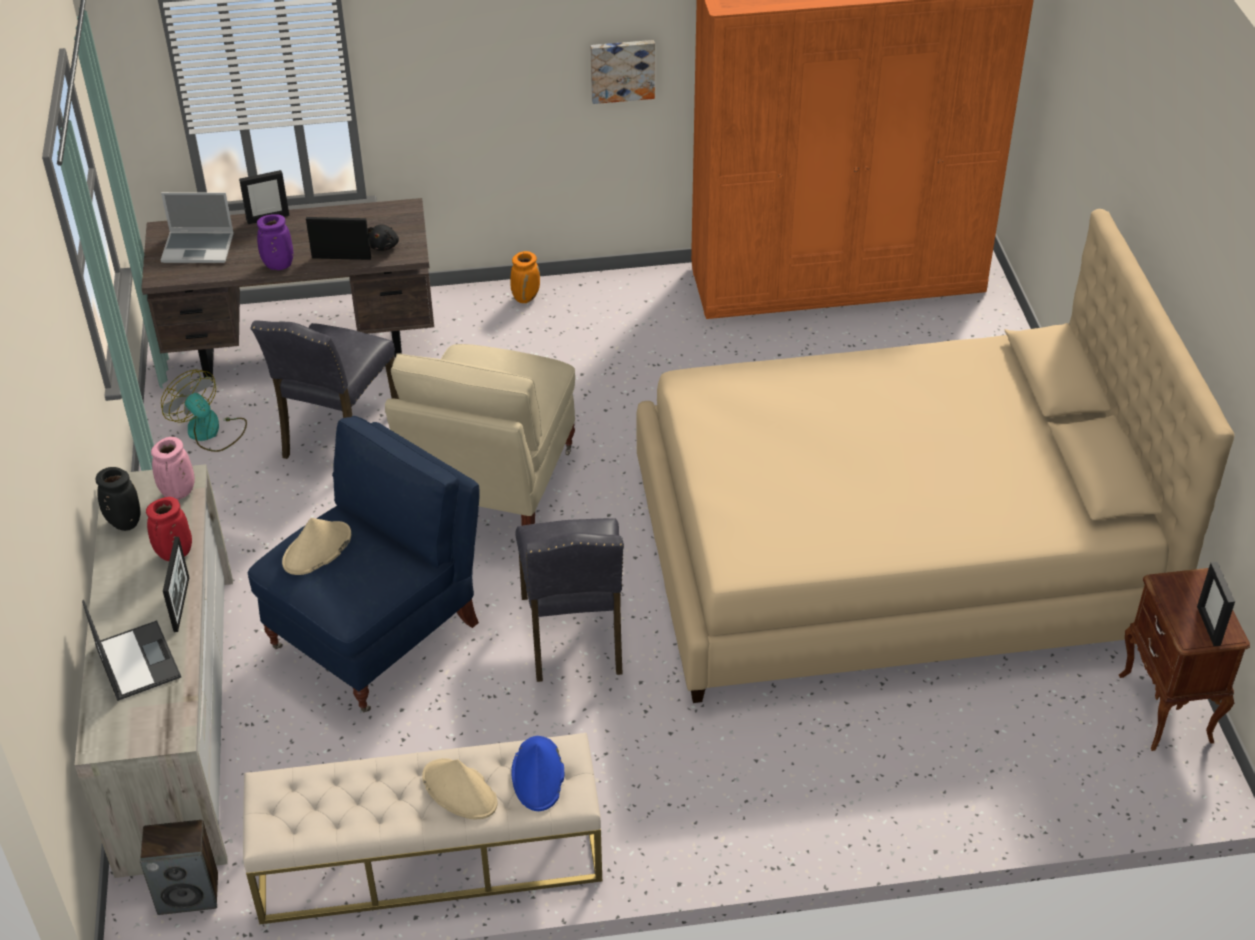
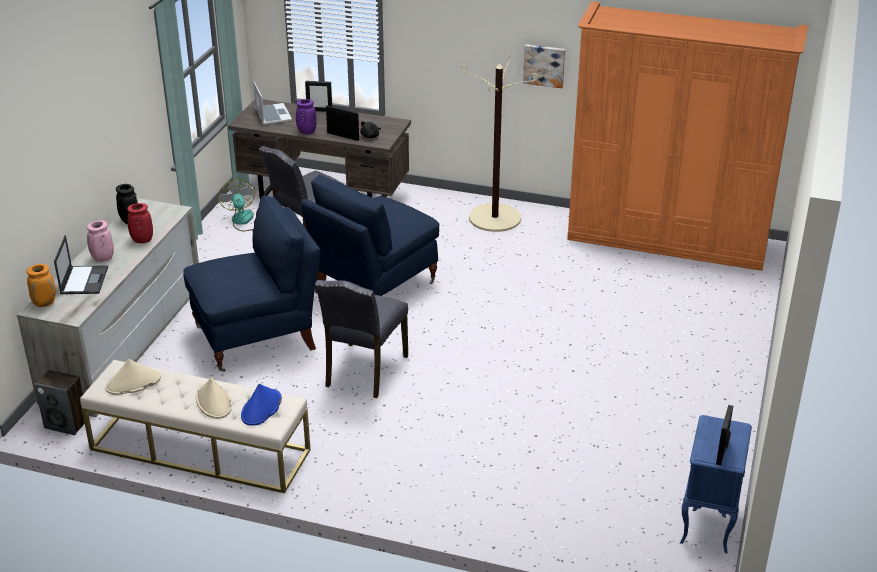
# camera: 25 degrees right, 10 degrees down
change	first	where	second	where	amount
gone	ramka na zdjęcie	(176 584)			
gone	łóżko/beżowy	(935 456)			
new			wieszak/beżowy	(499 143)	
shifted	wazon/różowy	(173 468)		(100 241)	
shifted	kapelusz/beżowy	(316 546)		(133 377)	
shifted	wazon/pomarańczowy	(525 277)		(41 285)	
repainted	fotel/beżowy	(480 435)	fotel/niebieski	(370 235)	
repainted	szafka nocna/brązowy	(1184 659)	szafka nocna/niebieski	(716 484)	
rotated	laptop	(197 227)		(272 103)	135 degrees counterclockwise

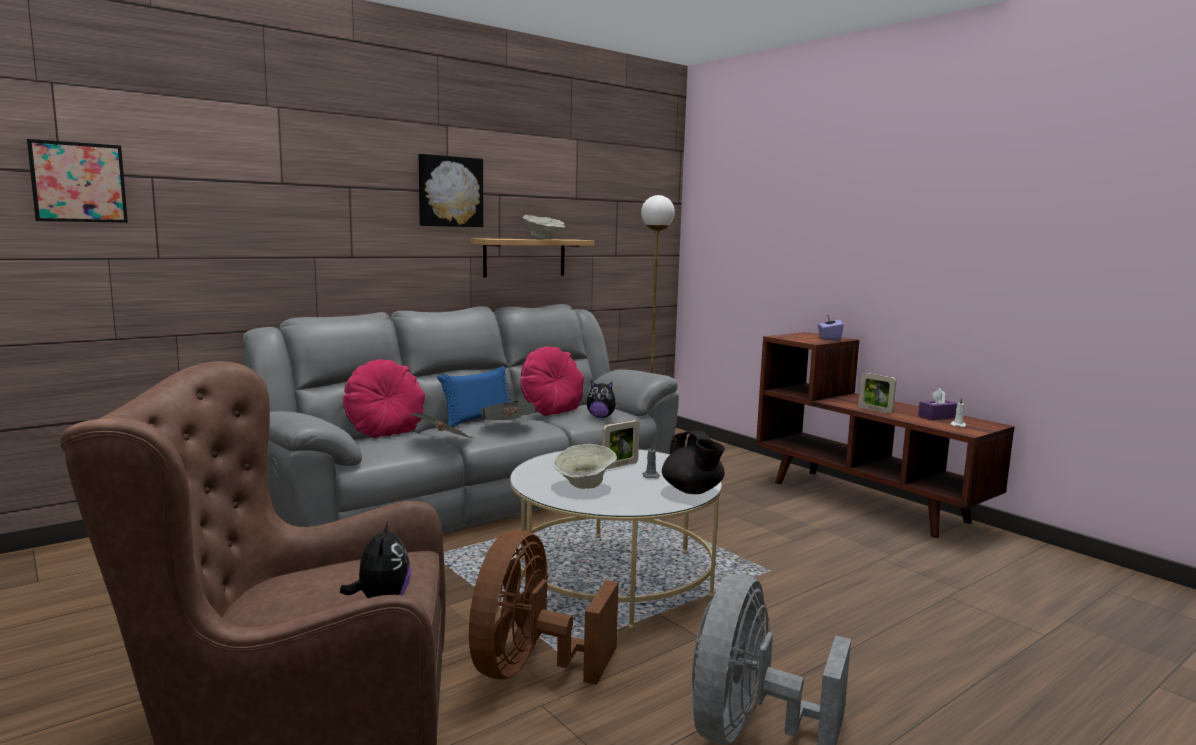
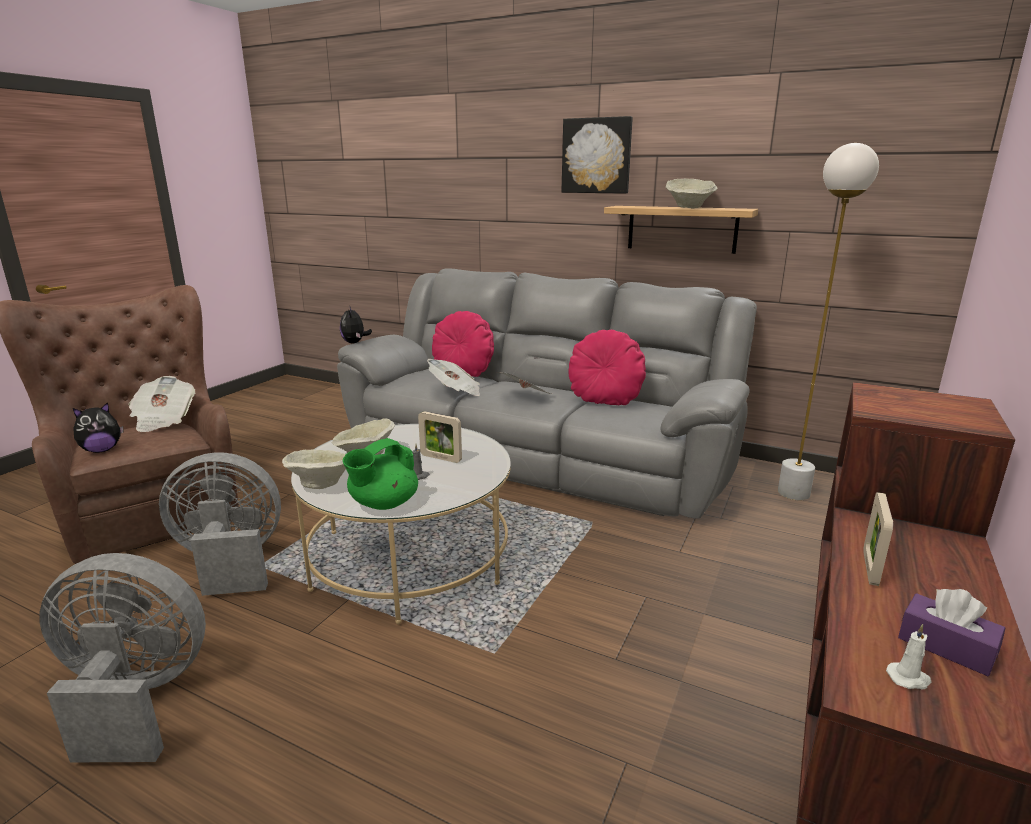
# camera: 65 degrees right, 10 degrees up
change	first	where	second	where	amount
gone	obraz	(77 181)			
gone	poduszka/niebieski	(474 396)			
gone	pudełko chusteczek/fioletowy	(831 327)			
new			gazeta	(162 404)	
new			miska/beżowy	(314 469)	
shifted	pluszak	(603 399)		(356 325)	
repainted	wentylator/brązowy	(544 607)	wentylator/szary	(220 524)	
repainted	imbryk/czarny	(693 462)	imbryk/zielony	(380 474)	

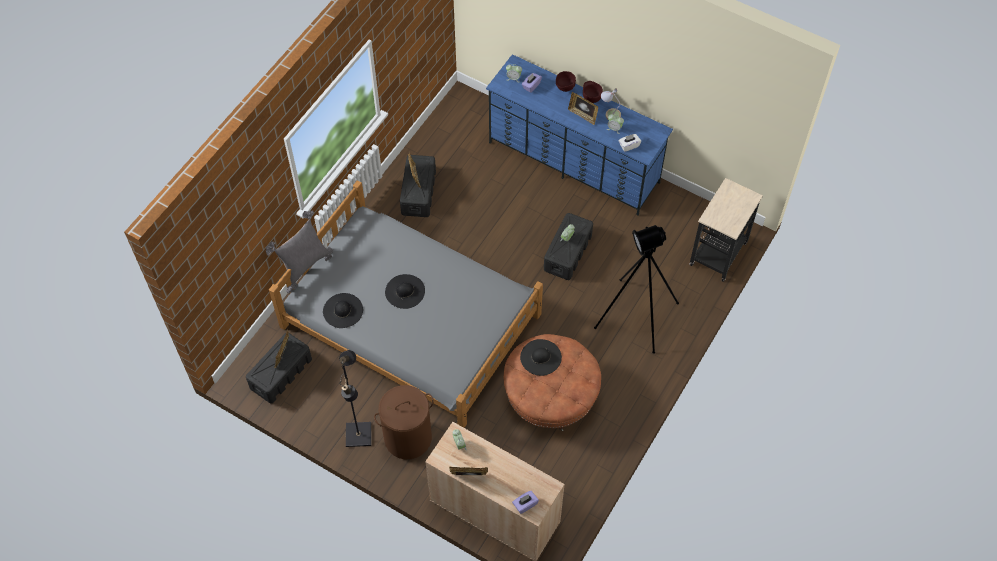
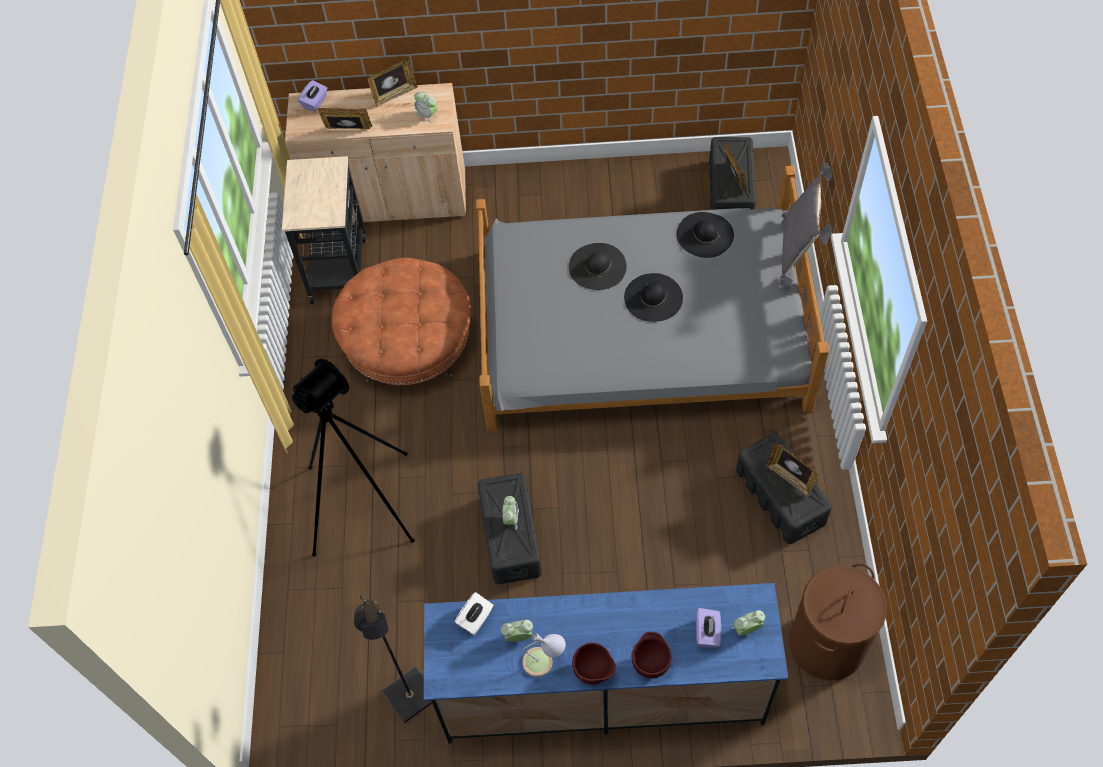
# camera: 150 degrees right, 0 degrees up
change	first	where	second	where	amount
shifted	lampa stojąca/czarny	(355 398)		(393 659)	
shifted	kosz na pranie/brązowy	(403 422)		(838 621)	
shifted	kapelusz/czarny	(541 357)		(598 266)	
shifted	ramka na zdjęcie	(583 108)		(345 118)	
shifted	wózek	(726 230)		(324 230)	

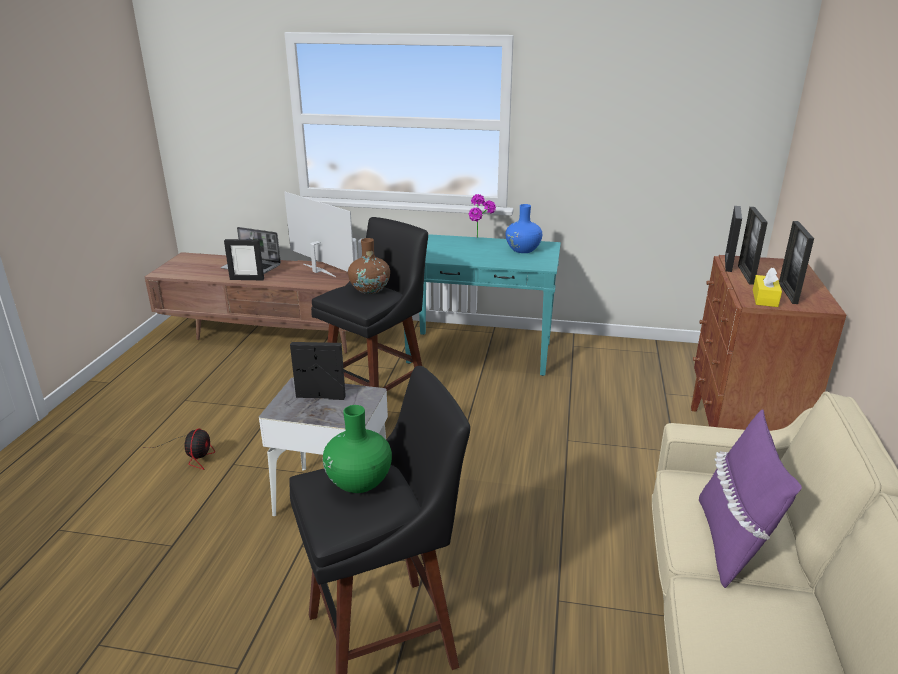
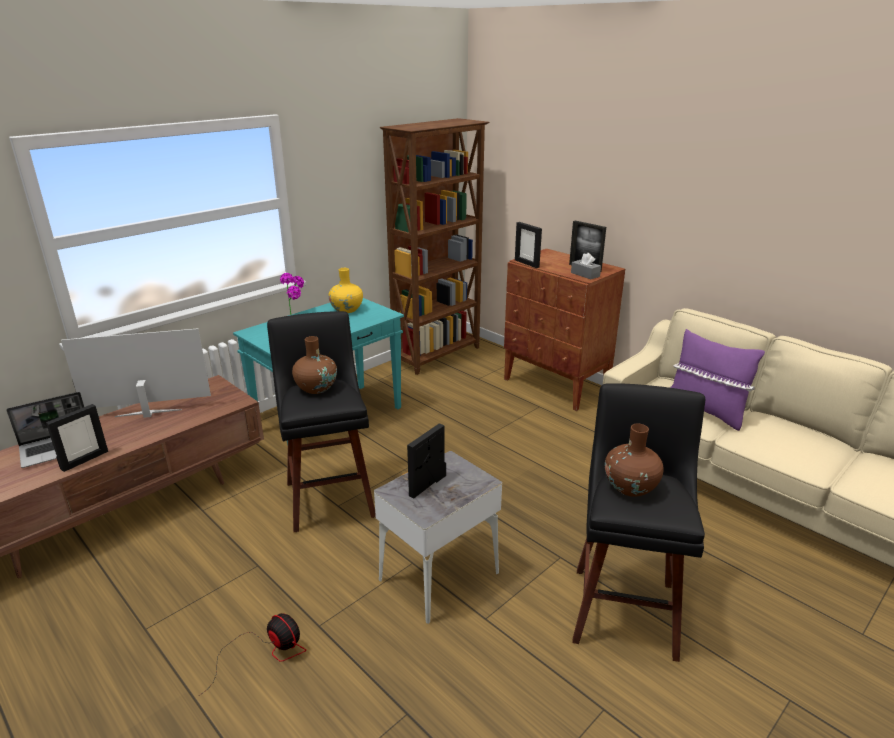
# camera: 55 degrees left, 0 degrees up
change	first	where	second	where	amount
gone	ramka na zdjęcie	(753 246)			
new			regał/brązowy	(434 246)	
repainted	wazon/zielony	(357 449)	wazon/brązowy	(634 460)	
repainted	wazon/niebieski	(523 228)	wazon/żółty	(345 290)	
repainted	pudełko chusteczek/żółty	(767 287)	pudełko chusteczek/szary	(586 266)	

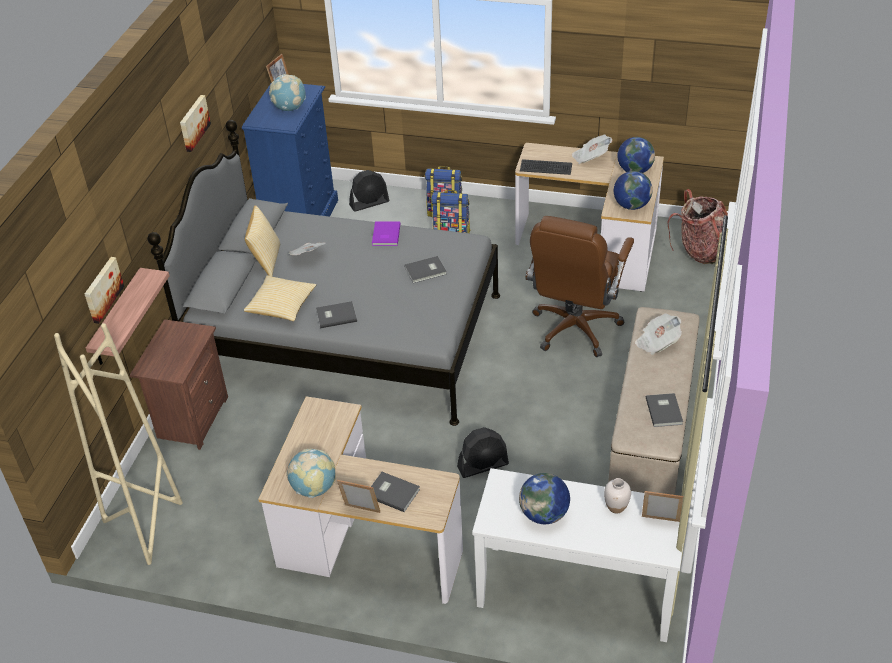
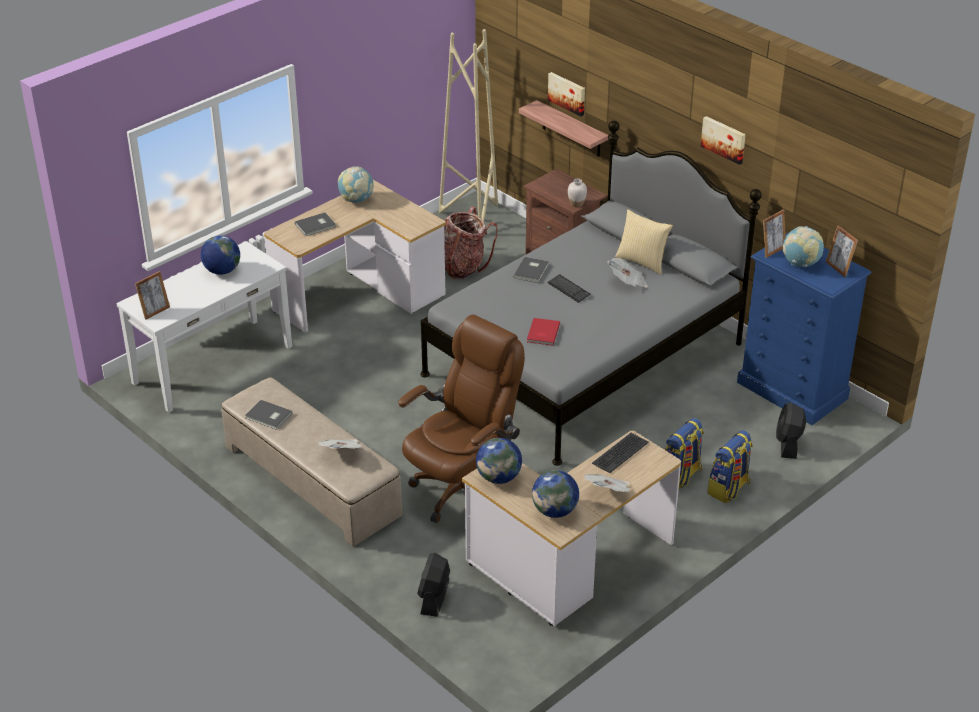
# camera: 120 degrees right, 5 degrees down
change	first	where	second	where	amount
gone	poduszka	(280 298)			
gone	książka/fioletowy	(386 233)			
new			klawiatura	(569 288)	
shifted	ramka na zdjęcie	(358 496)		(774 233)	
shifted	wentylator/czarny	(483 452)		(433 585)	
shifted	wazon/biały	(617 495)		(577 193)	
shifted	plecak	(697 226)		(471 242)	
repainted	książka/szary	(425 269)	książka/czerwony	(543 332)	
rotated	krzesło biurowe/brązowy	(579 286)		(461 418)	75 degrees clockwise

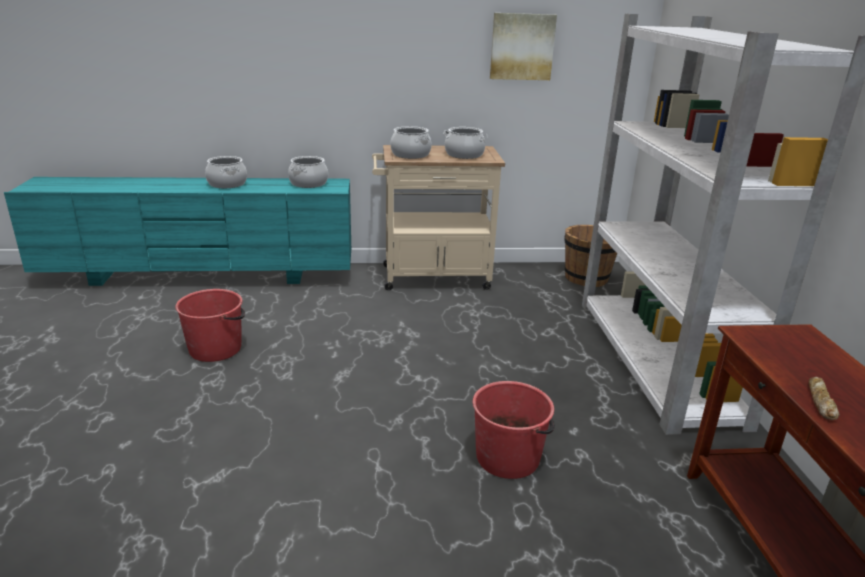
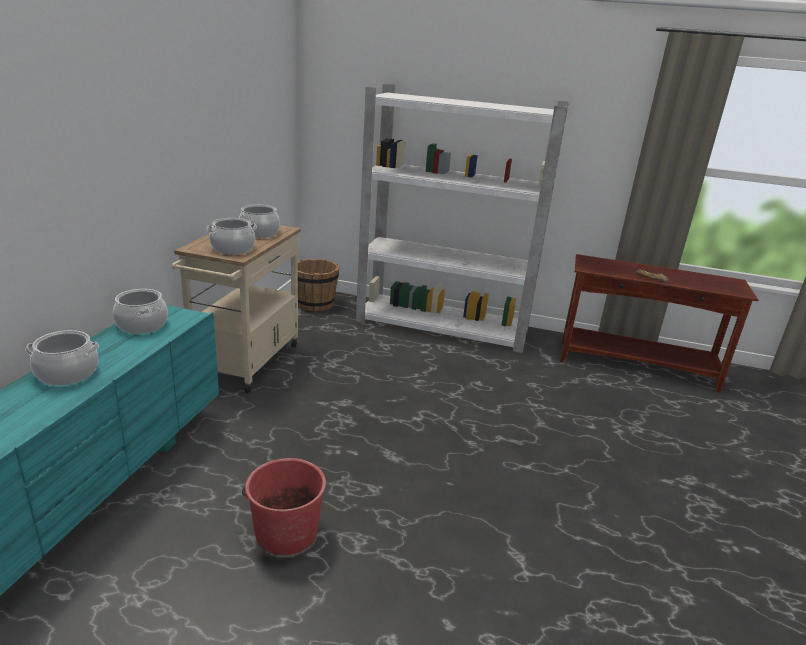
# camera: 70 degrees left, 0 degrees up
change	first	where	second	where	amount
gone	wiadro/czerwony	(513 430)			
gone	obraz	(523 46)			

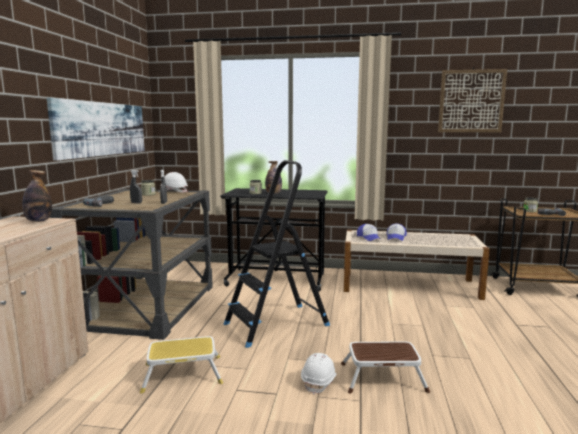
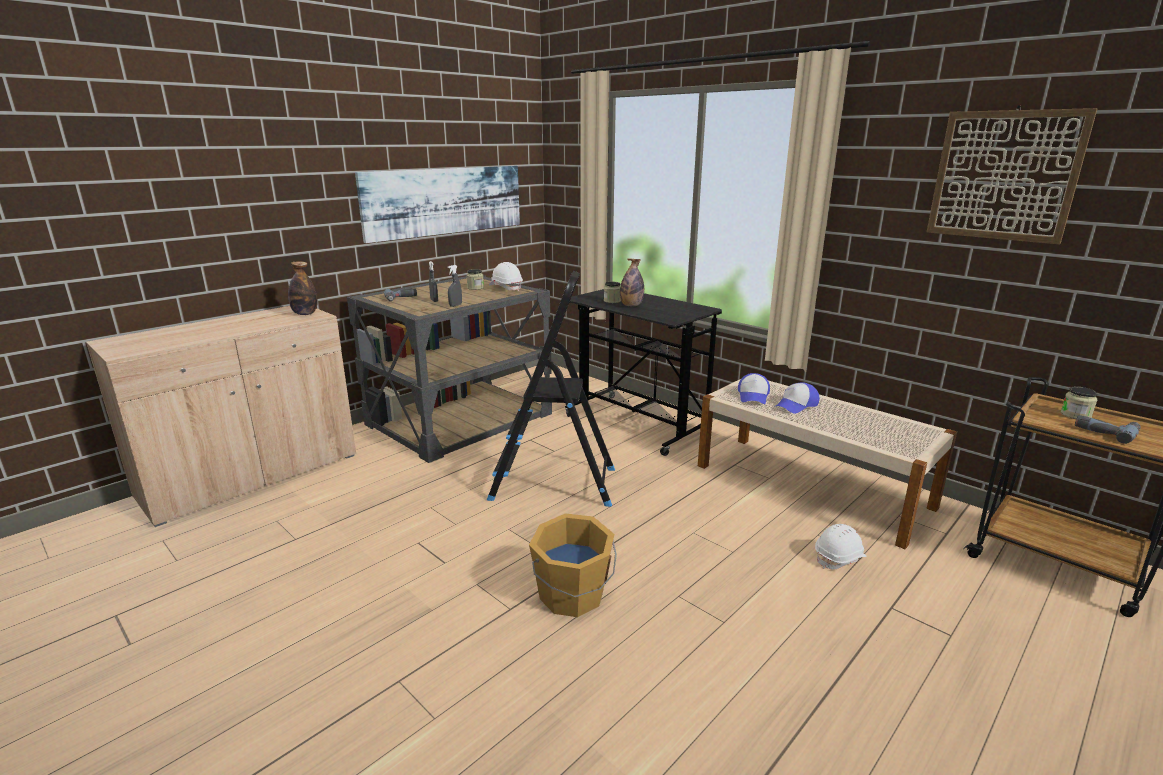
# camera: 35 degrees right, 10 degrees up
change	first	where	second	where	amount
gone	drabinka/żółty	(181 365)			
shifted	kask/biały	(319 374)		(840 547)	
swapped	drabinka/brązowy	(385 367)	wiadro/pomarańczowy	(573 565)	

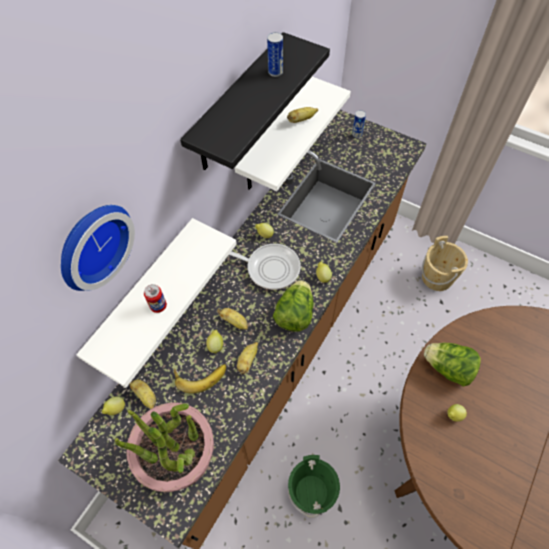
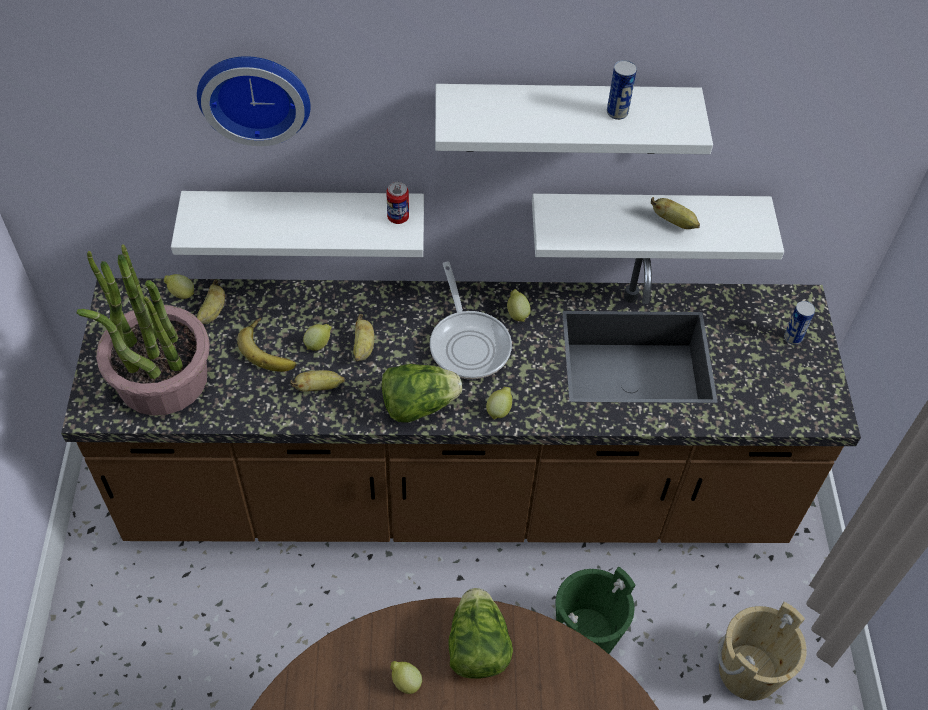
# camera: 55 degrees right, 5 degrees down
change	first	where	second	where	amount
shifted	puszka	(155 298)		(397 203)	
shifted	wiadro/zielony	(314 486)		(593 610)	
repainted	półka/czarny	(255 101)	półka/biały	(574 119)	

